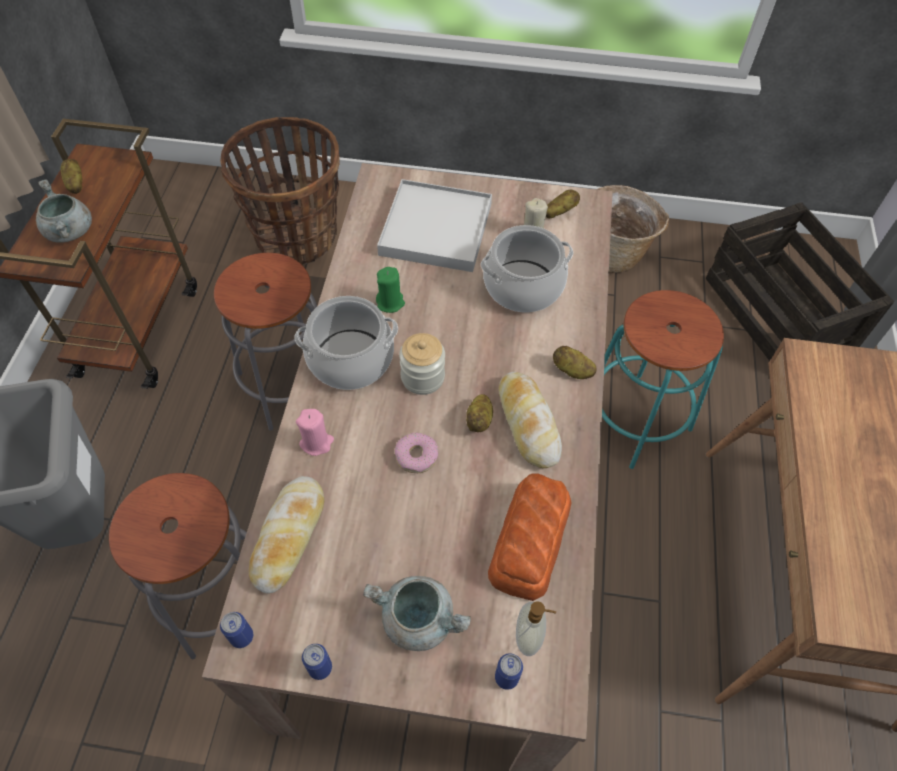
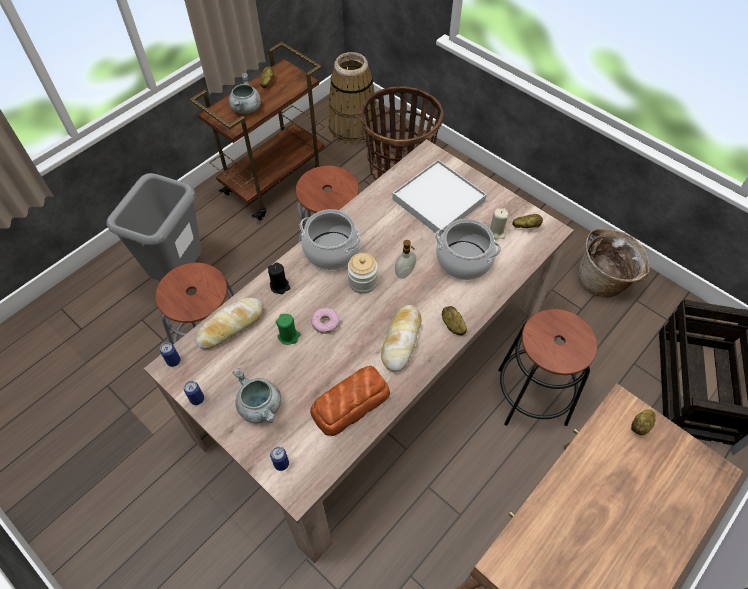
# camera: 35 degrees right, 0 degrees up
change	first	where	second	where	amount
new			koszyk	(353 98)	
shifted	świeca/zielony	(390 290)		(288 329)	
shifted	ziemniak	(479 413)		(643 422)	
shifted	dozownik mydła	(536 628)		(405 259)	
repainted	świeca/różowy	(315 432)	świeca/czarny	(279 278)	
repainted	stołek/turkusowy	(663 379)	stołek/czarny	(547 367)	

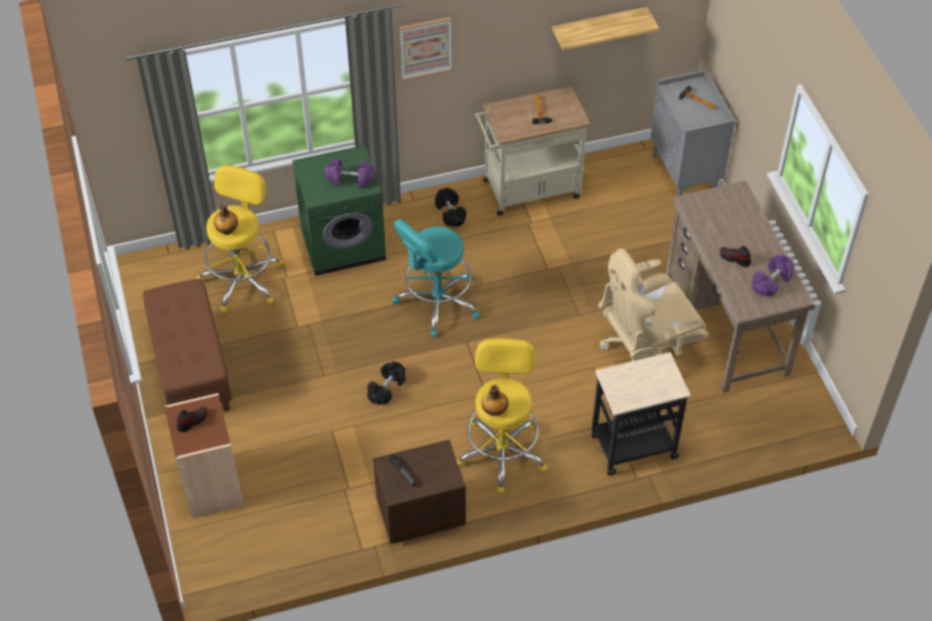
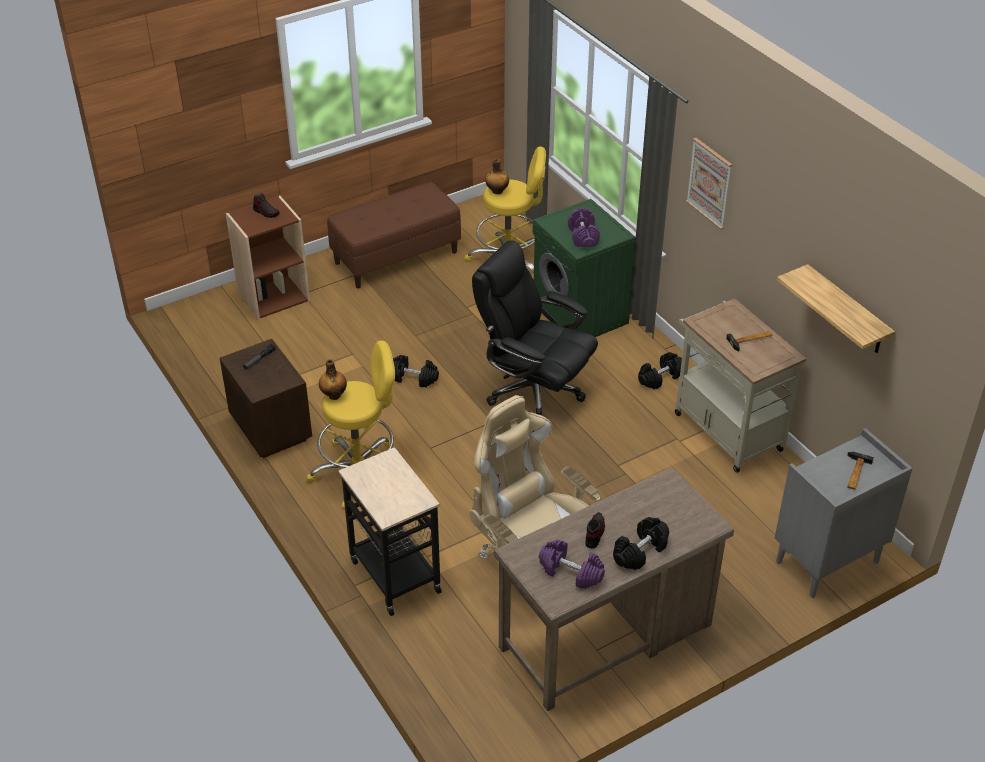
# camera: 75 degrees right, 10 degrees down
change	first	where	second	where	amount
new			hantel/czarny	(641 543)	
swapped	stołek/turkusowy	(436 278)	krzesło biurowe/czarny	(535 328)	

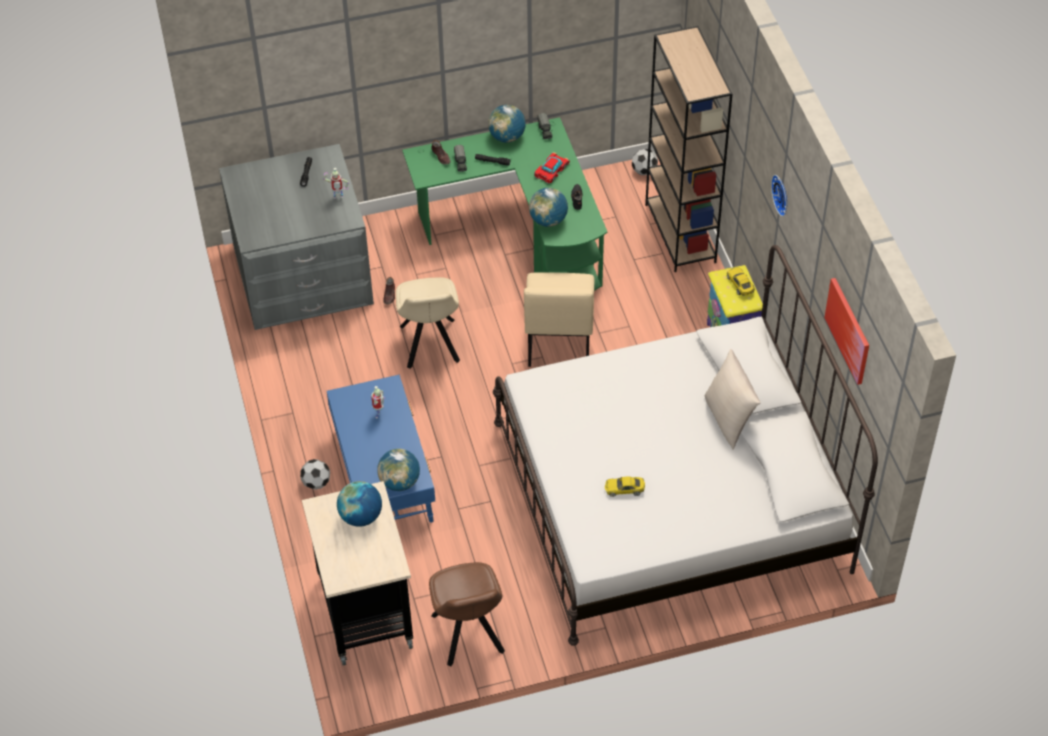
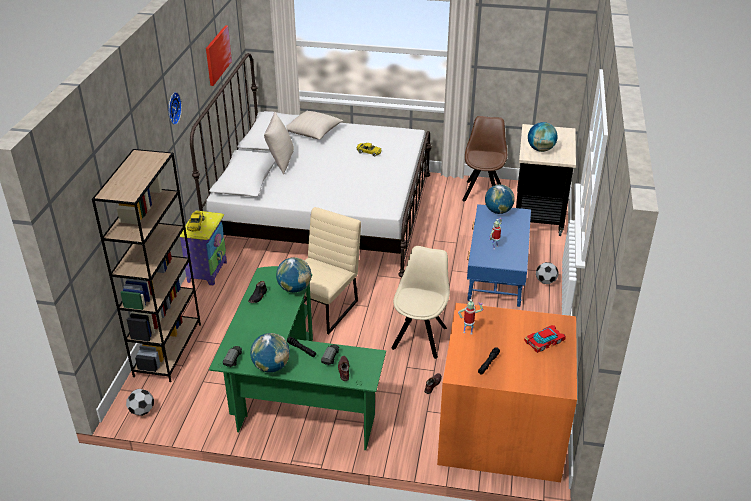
# camera: 155 degrees left, 15 degrees down
change	first	where	second	where	amount
new			poduszka/beżowy	(314 125)	
shifted	samochodzik	(552 168)		(545 339)	
repainted	komoda/szary	(296 237)	komoda/pomarańczowy	(507 392)	

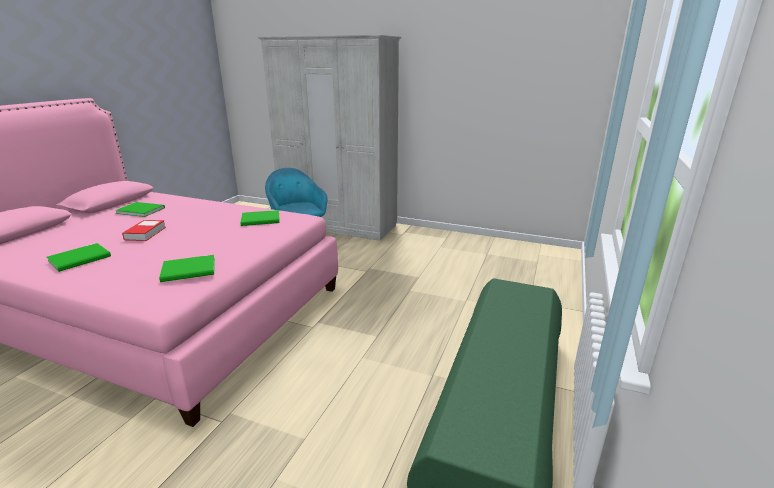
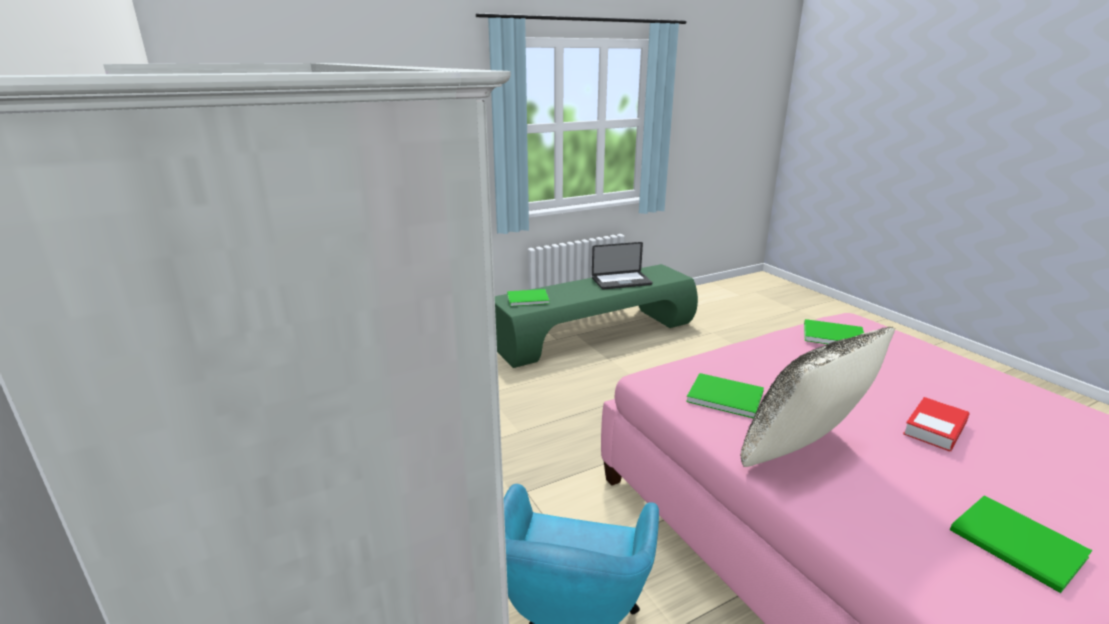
# camera: 140 degrees left, 0 degrees up
change	first	where	second	where	amount
new			laptop	(622 266)	
new			poduszka/beżowy	(818 397)	
shifted	książka/zielony	(79 257)		(528 297)	

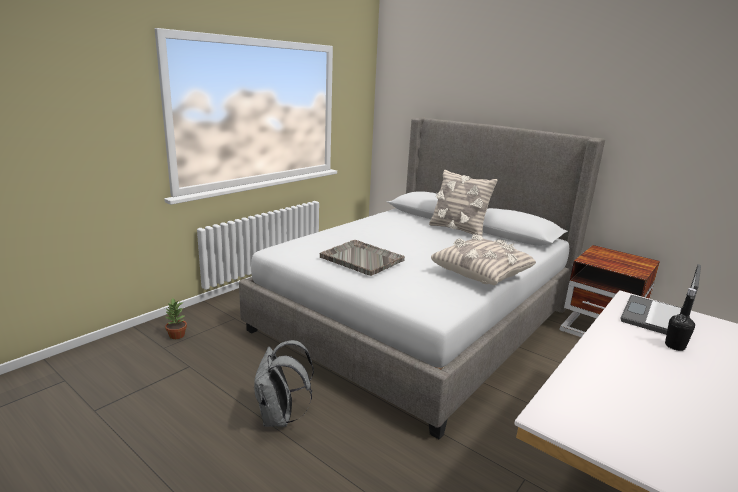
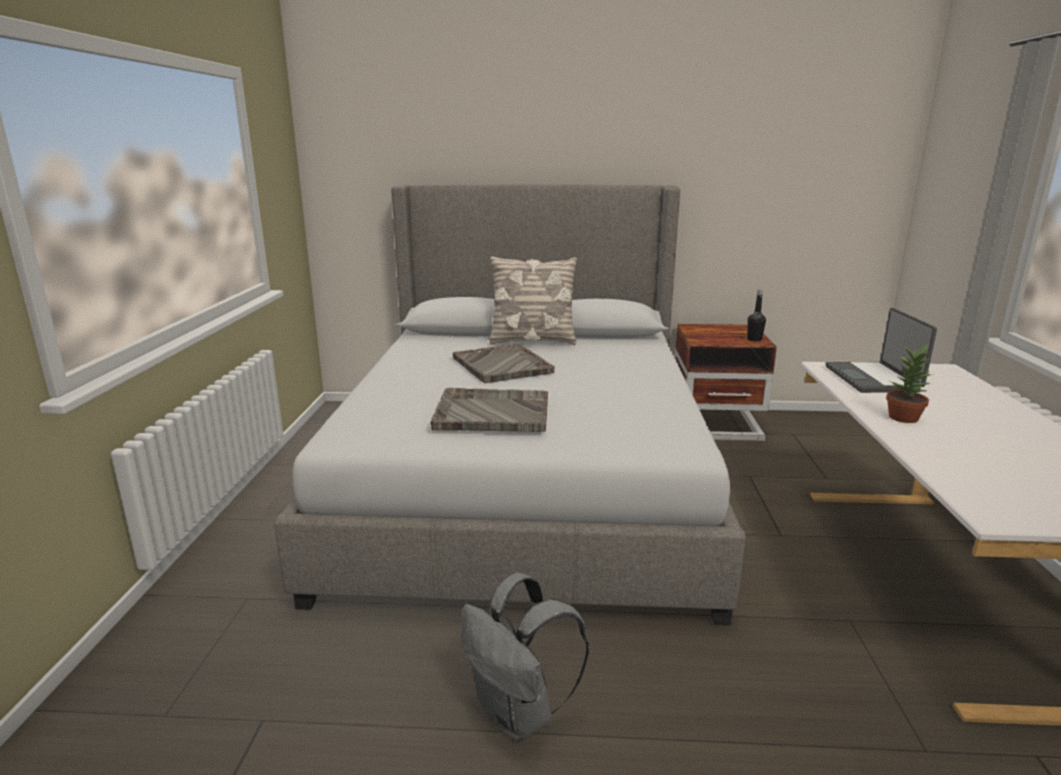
# camera: 35 degrees left, 0 degrees up
change	first	where	second	where	amount
gone	poduszka/beżowy	(483 259)			
new			taca/szary	(504 363)	
shifted	roślina doniczkowa	(176 318)		(910 383)	
shifted	butelka/czarny	(681 319)		(756 315)	

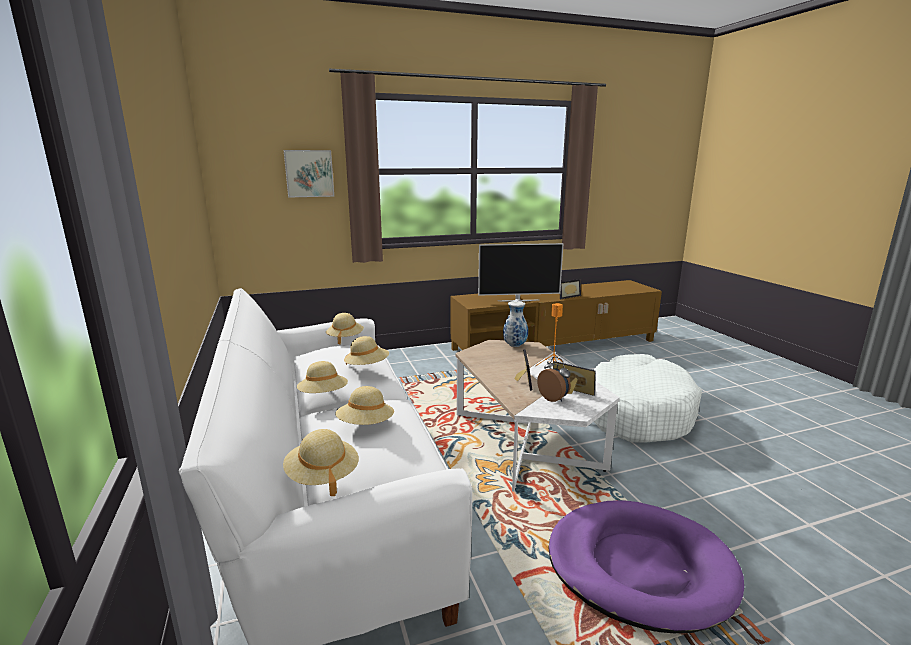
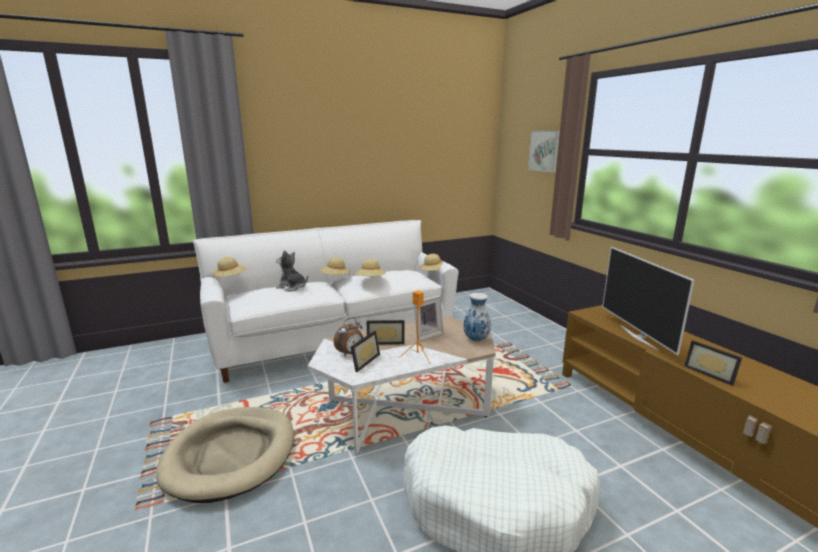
# camera: 85 degrees right, 0 degrees up
change	first	where	second	where	amount
new			ramka na zdjęcie	(428 318)	
swapped	kapelusz/beżowy	(364 405)	pluszak	(292 271)	
repainted	legowisko/fioletowy	(646 566)	legowisko/beżowy	(225 455)	

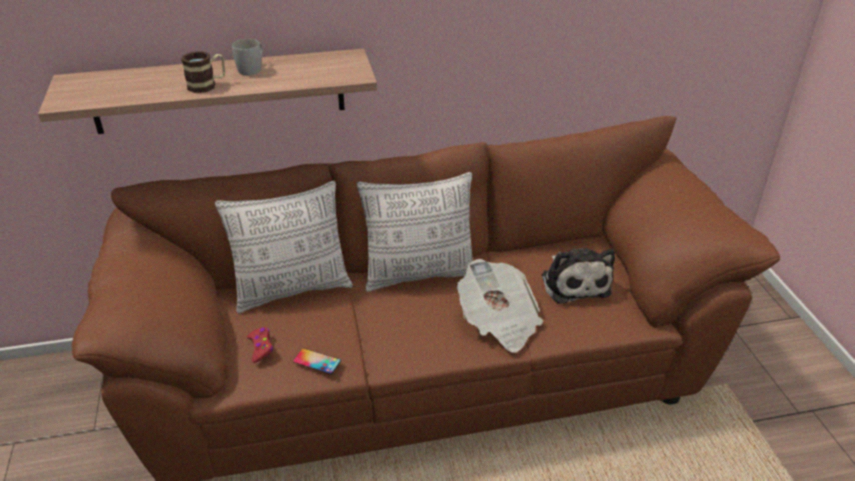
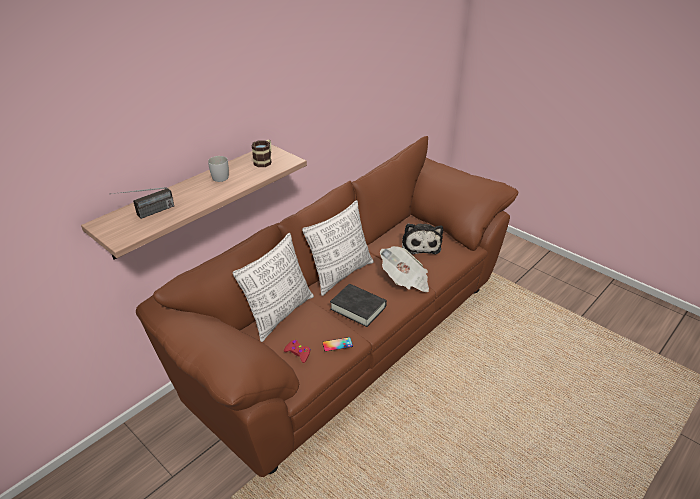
# camera: 35 degrees left, 0 degrees up
change	first	where	second	where	amount
new			radio	(143 203)	
new			książka/czarny	(358 305)	
shifted	kubek	(203 72)		(262 153)	
rotated	pluszak	(578 276)		(422 238)	45 degrees clockwise

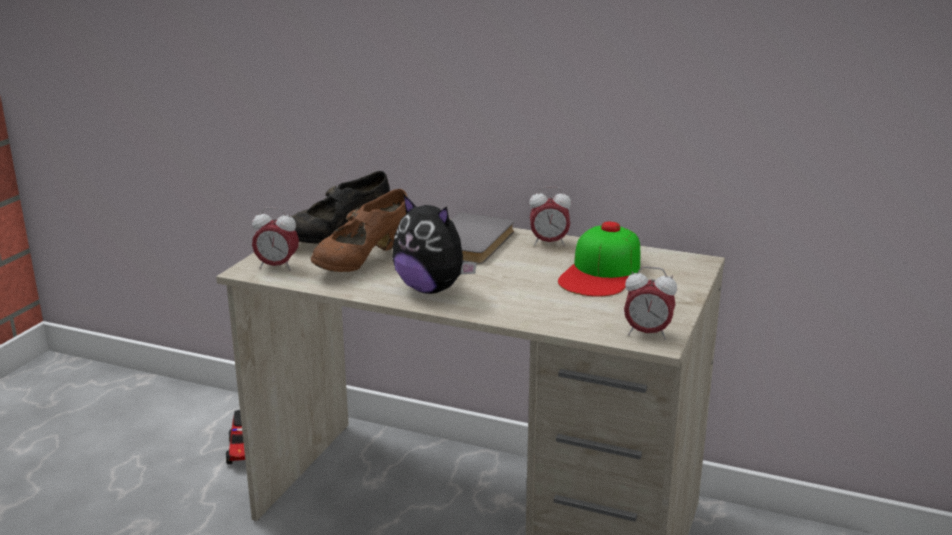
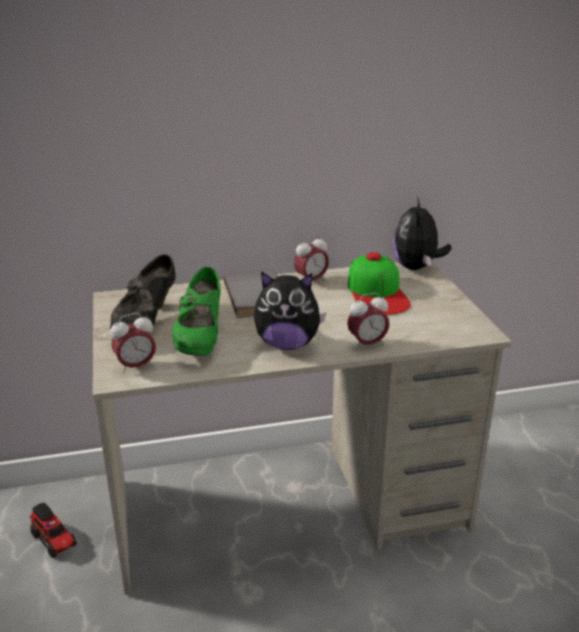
# camera: 35 degrees left, 5 degrees up
change	first	where	second	where	amount
new			pluszak	(422 233)	
shifted	budzik	(650 302)		(368 321)	
repainted	but/brązowy	(359 230)	but/zielony	(196 311)	

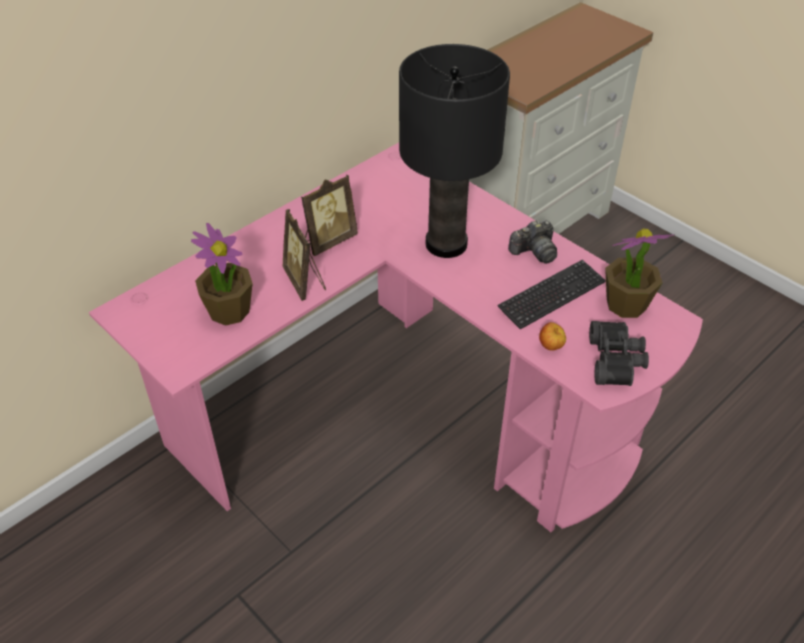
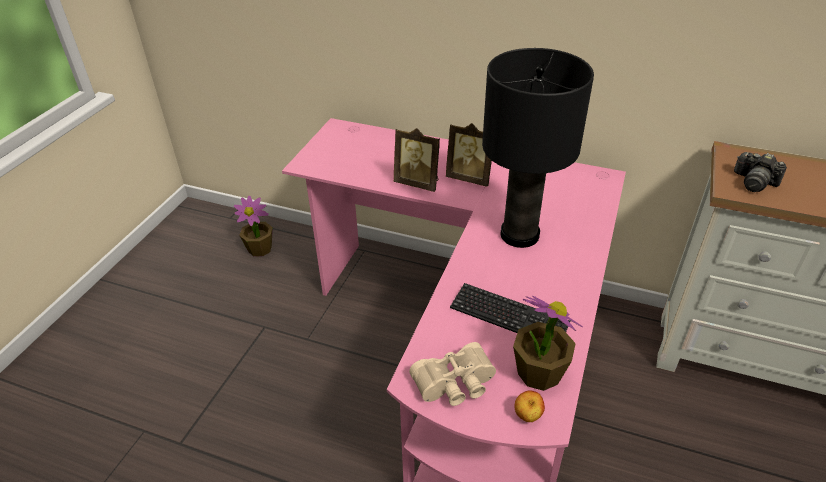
# camera: 65 degrees right, 5 degrees down
change	first	where	second	where	amount
shifted	roślina doniczkowa	(222 274)		(253 226)	
shifted	aparat fotograficzny	(532 242)		(760 172)	
shifted	jabłko	(552 336)		(530 406)	
repainted	lornetka/czarny	(619 353)	lornetka/beżowy	(452 374)	
rotated	ramka na zdjęcie	(304 255)		(417 160)	105 degrees counterclockwise

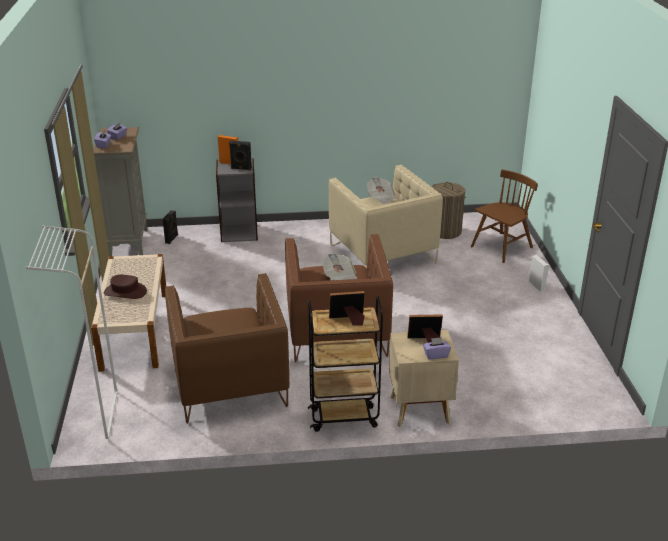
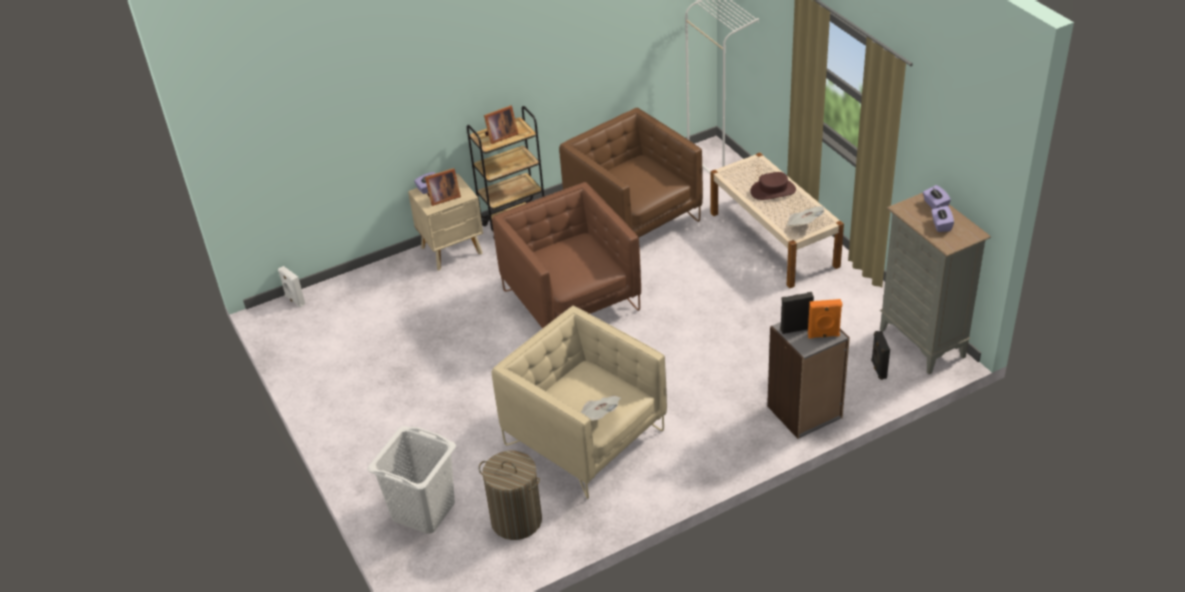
# camera: 160 degrees right, 10 degrees up
change	first	where	second	where	amount
shifted	gazeta	(339 266)		(805 216)	
shifted	głośnik/biały	(539 273)		(291 286)	
swapped	krzesło/brązowy	(504 216)	kosz na pranie/biały	(411 480)	

